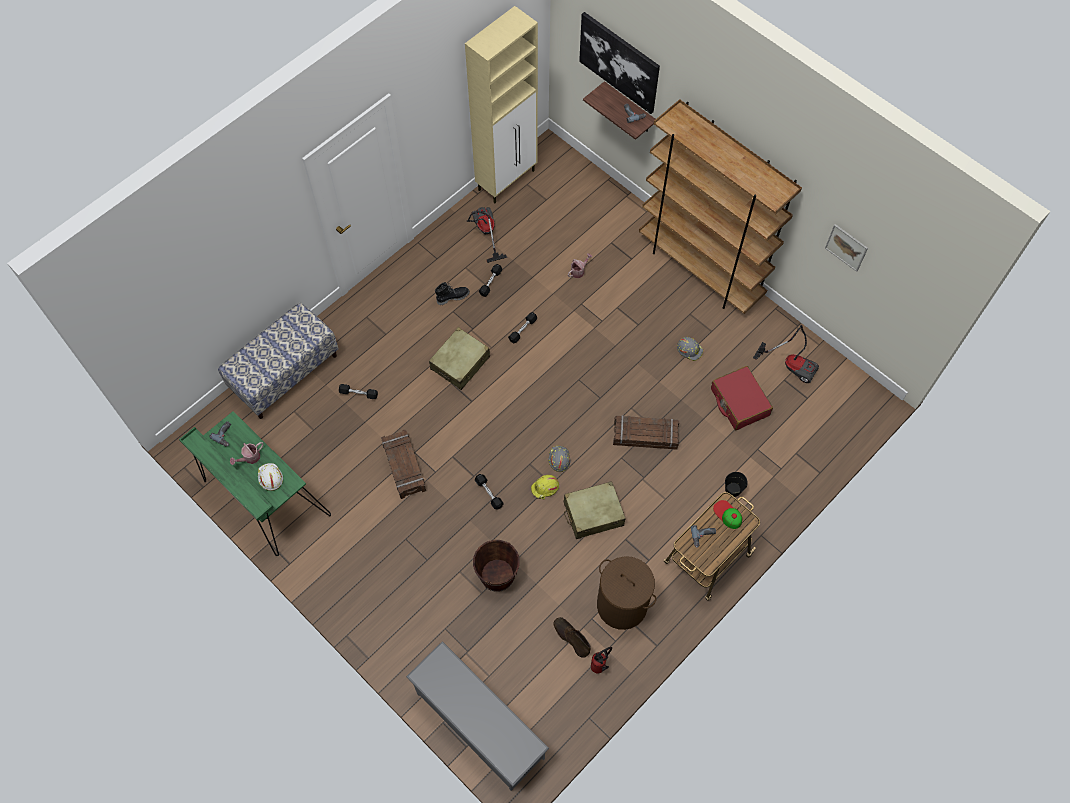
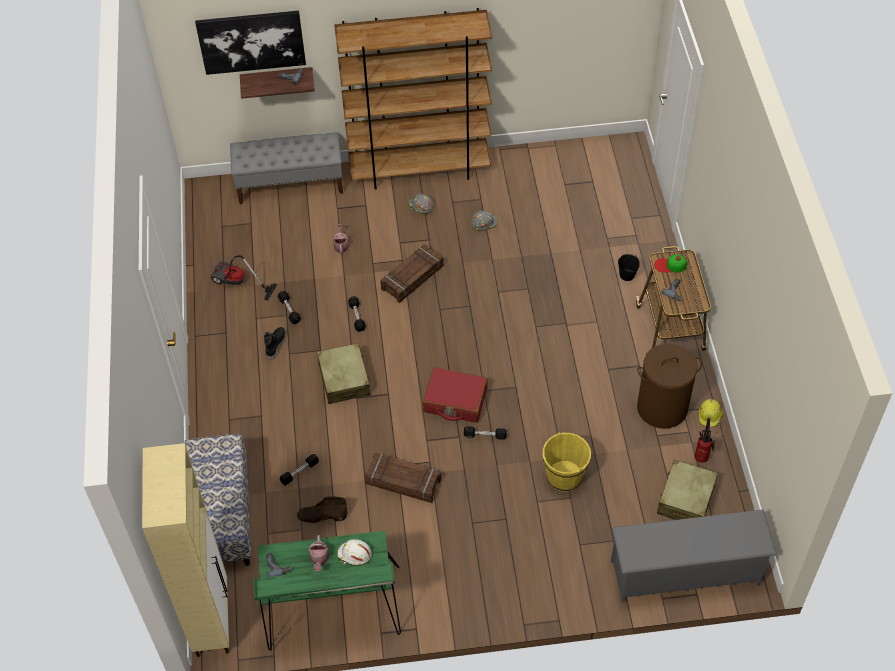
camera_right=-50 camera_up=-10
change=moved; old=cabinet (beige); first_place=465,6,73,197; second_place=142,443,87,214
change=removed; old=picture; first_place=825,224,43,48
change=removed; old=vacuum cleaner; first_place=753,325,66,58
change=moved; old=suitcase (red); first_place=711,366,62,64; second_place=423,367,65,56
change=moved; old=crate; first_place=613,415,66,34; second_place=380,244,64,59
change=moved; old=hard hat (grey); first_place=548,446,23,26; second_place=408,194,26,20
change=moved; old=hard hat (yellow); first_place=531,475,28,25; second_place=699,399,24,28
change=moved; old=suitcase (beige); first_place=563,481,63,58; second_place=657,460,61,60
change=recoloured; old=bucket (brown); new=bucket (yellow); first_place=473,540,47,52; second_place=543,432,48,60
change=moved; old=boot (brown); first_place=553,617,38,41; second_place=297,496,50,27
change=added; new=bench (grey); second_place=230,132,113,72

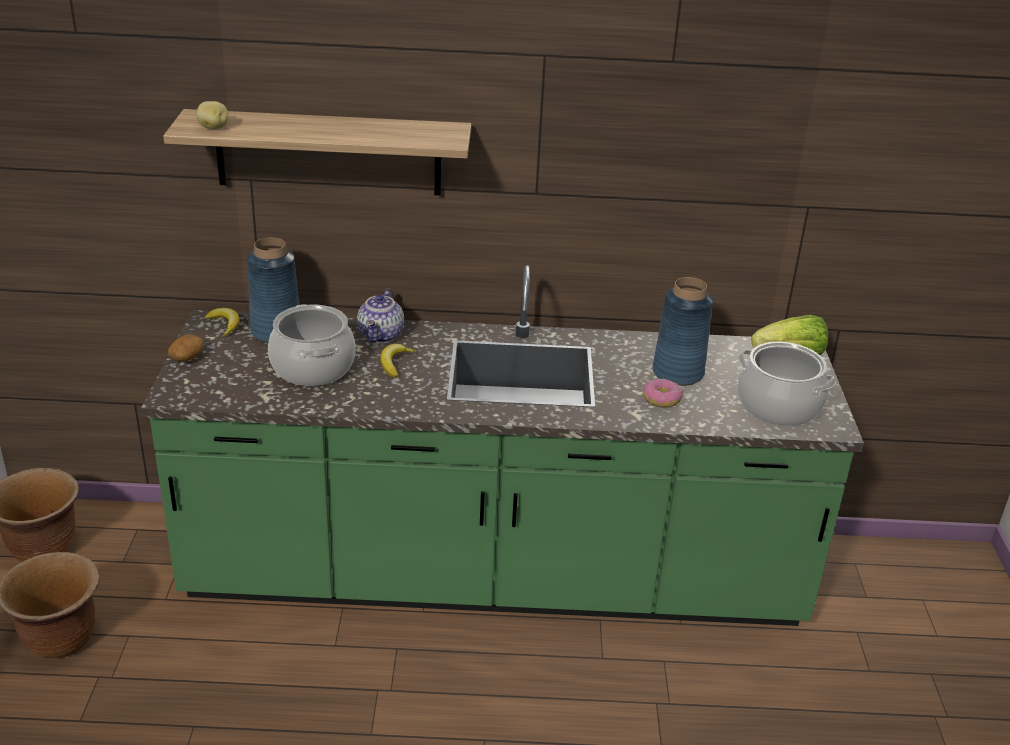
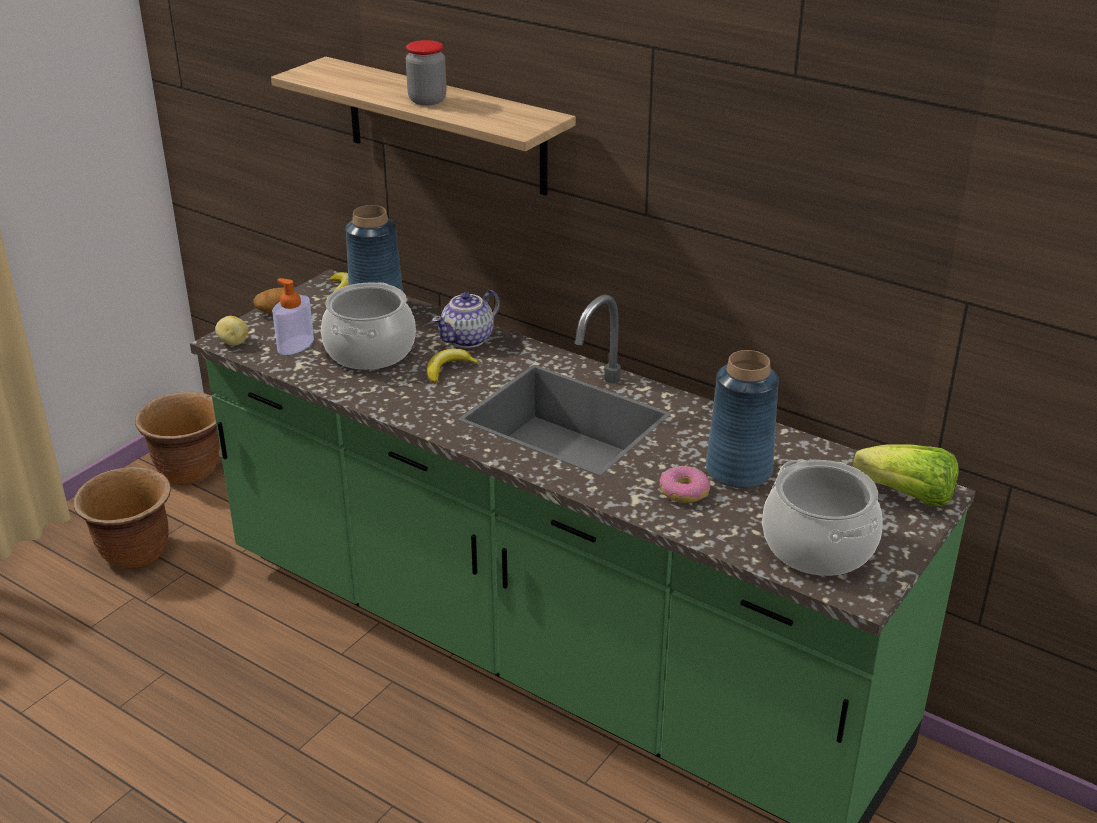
camera_right=35 camera_up=0
change=moved; old=potato; first_place=197,101,31,28; second_place=215,316,33,30
change=added; new=jar; second_place=406,40,41,66
change=added; new=soap dispenser; second_place=272,278,42,77

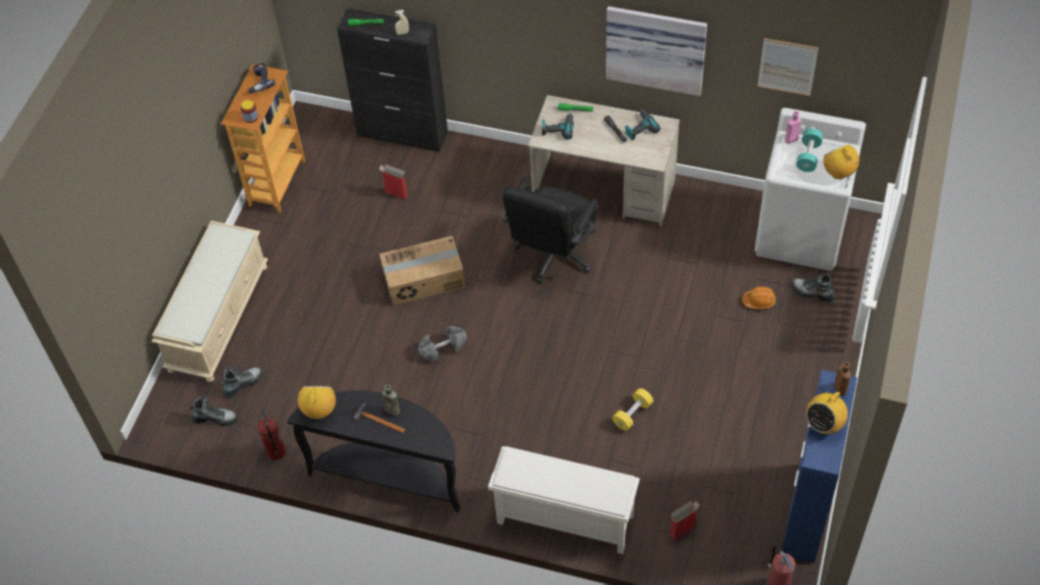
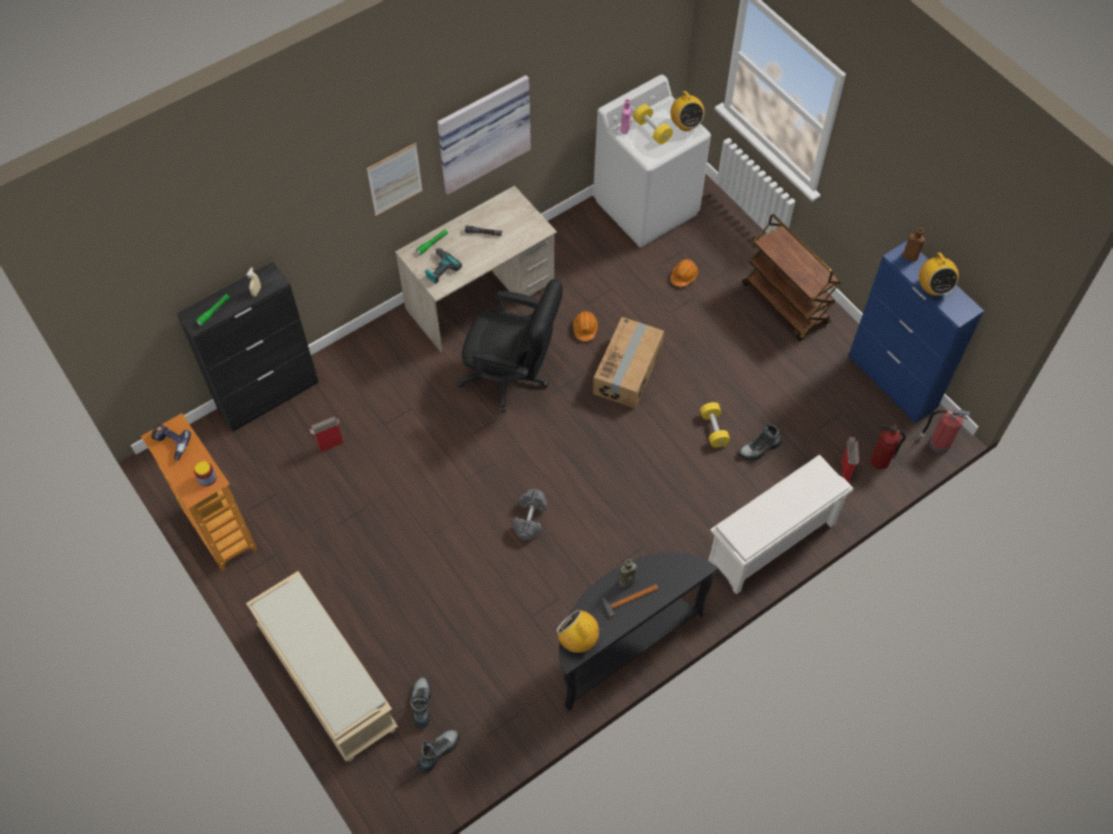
camera_right=-55 camera_up=5
change=moved; old=picture; first_place=757,38,62,58; second_place=366,143,57,73
change=removed; old=power drill; first_place=625,109,36,31
change=recoloured; old=dumbbell (turquoise); new=dumbbell (yellow); first_place=796,129,27,43; second_place=633,104,40,40
change=turned; old=radio; first_place=823,144,38,35; second_place=670,91,35,40; degrees=-120
change=turned; old=office chair (black); first_place=503,177,95,106; second_place=457,279,106,134; degrees=-45
change=moved; old=cardboard box; first_place=379,236,86,69; second_place=593,317,71,92
change=moved; old=boot; first_place=792,272,43,30; second_place=738,424,44,37
change=moved; old=fire extinguisher; first_place=258,408,28,52; second_place=871,423,35,46
change=added; new=cart (brown); second_place=742,214,99,127
change=added; new=hard hat (orange); second_place=573,311,25,30

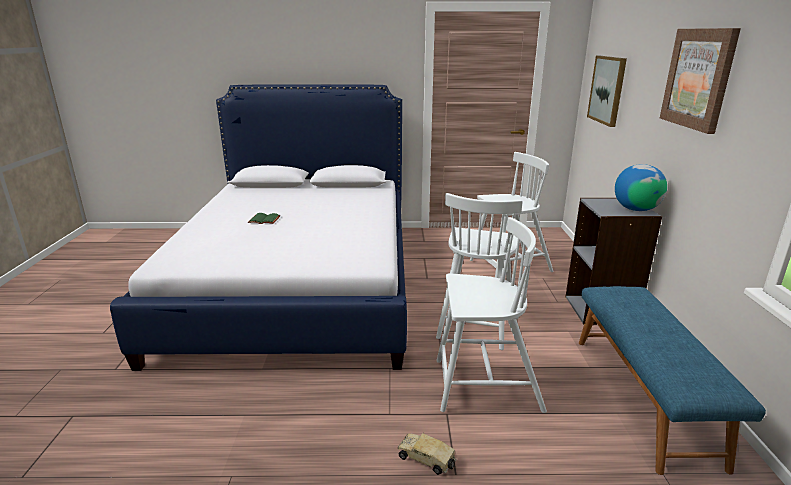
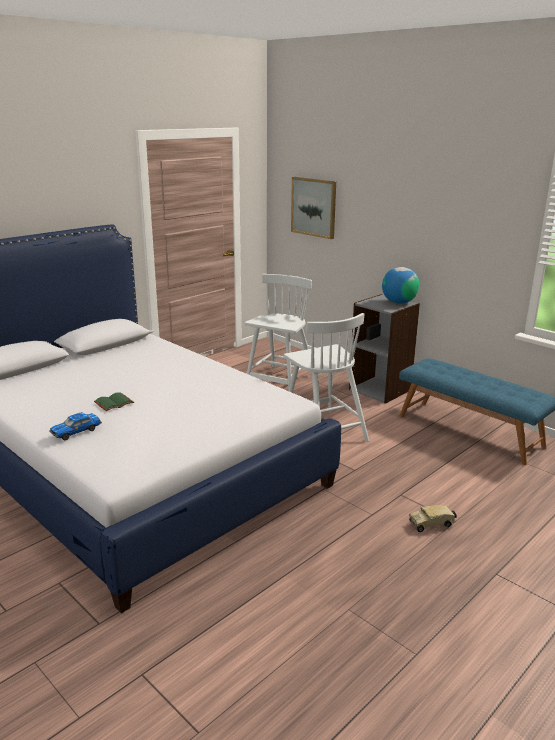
camera_right=-45 camera_up=0
change=removed; old=picture; first_place=660,28,81,106
change=removed; old=chair (white); first_place=436,217,111,196
change=added; new=toy car; second_place=49,412,53,28

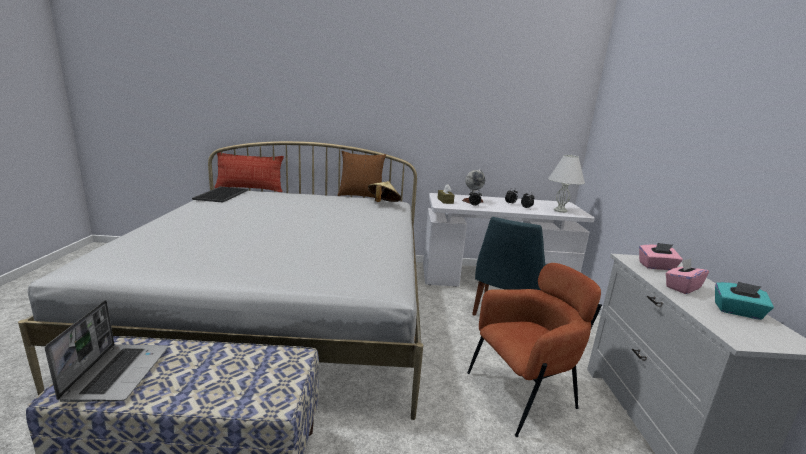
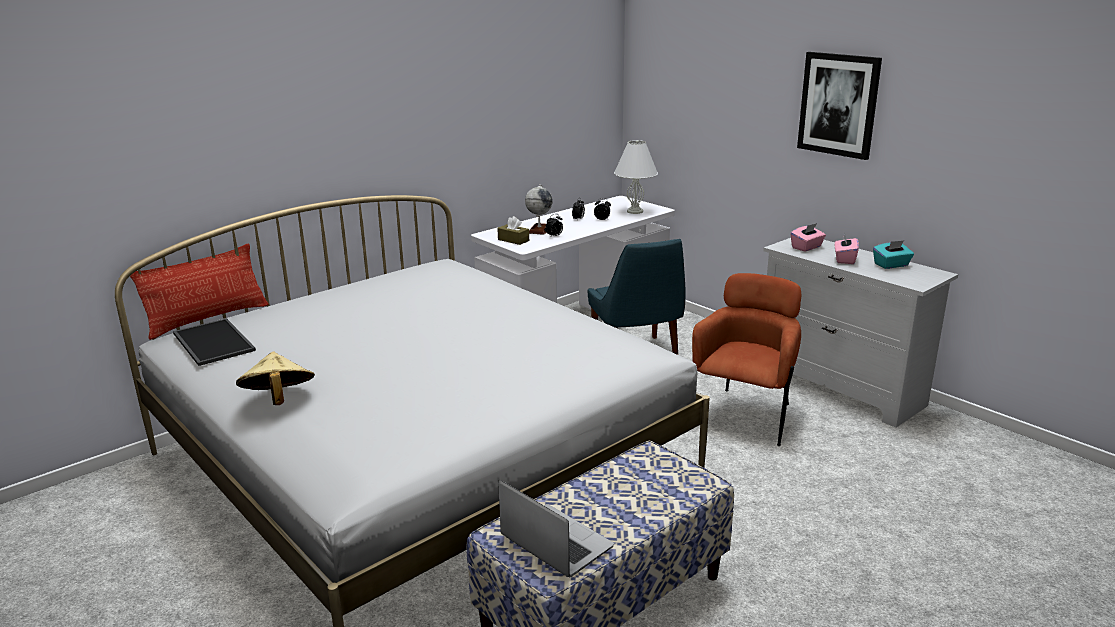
camera_right=-40 camera_up=5
change=removed; old=pillow (brown); first_place=337,151,49,49
change=moved; old=hat (beige); first_place=368,181,33,21; second_place=236,352,79,53
change=added; new=picture; second_place=797,52,85,108

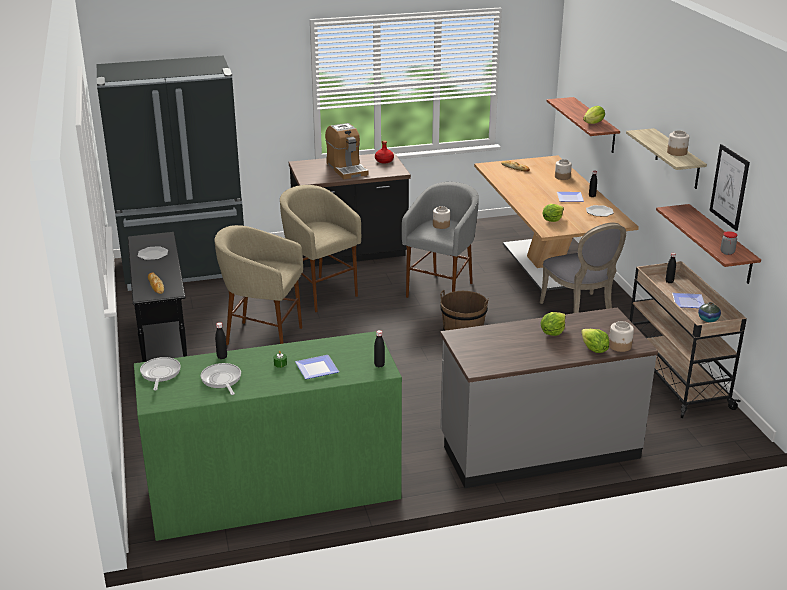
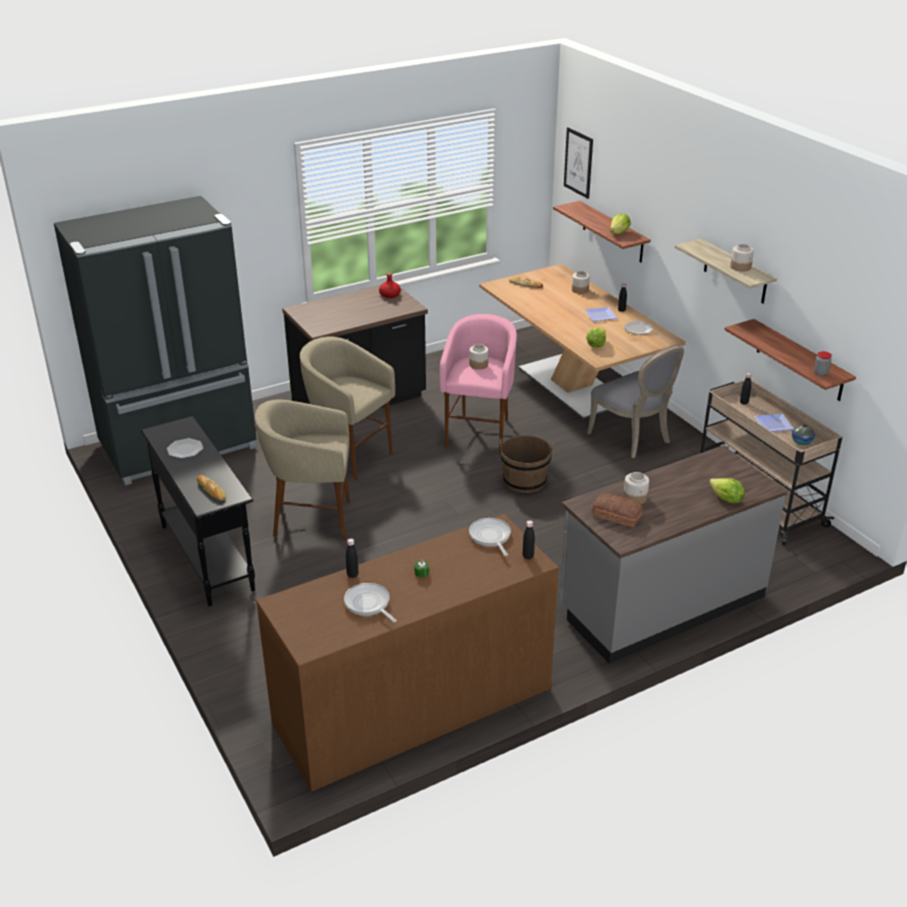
camera_right=-15 camera_up=5
change=removed; old=coffee machine; first_place=325,123,44,56
change=moved; old=picture; first_place=710,144,40,87; second_place=564,127,29,72
change=recoloured; old=stool (grey); new=stool (pink); first_place=402,182,77,116; second_place=440,314,77,140
change=removed; old=lettuce; first_place=540,312,26,24
change=moved; old=jar; first_place=609,321,25,31; second_place=623,472,26,32
change=recoloured; old=dresser (green); new=dresser (brown); first_place=134,331,268,210; second_place=256,514,303,277
change=removed; old=plate; first_place=295,355,44,24
change=moved; old=frying pan; first_place=140,357,41,33; second_place=469,518,42,38
change=added; new=bread; second_place=592,493,51,34

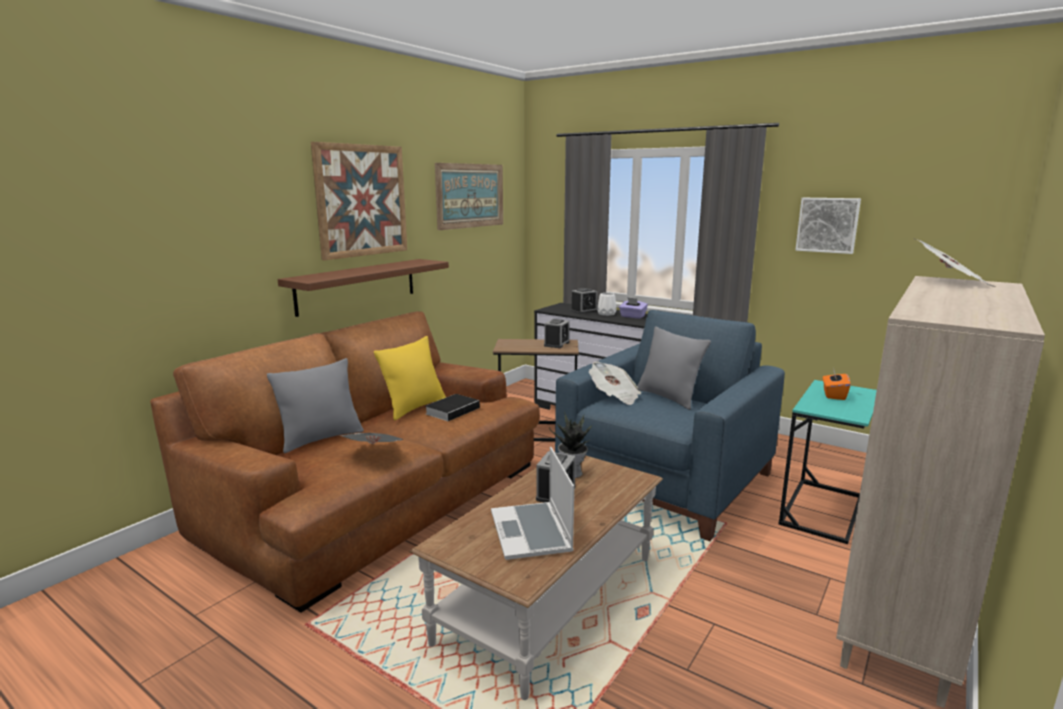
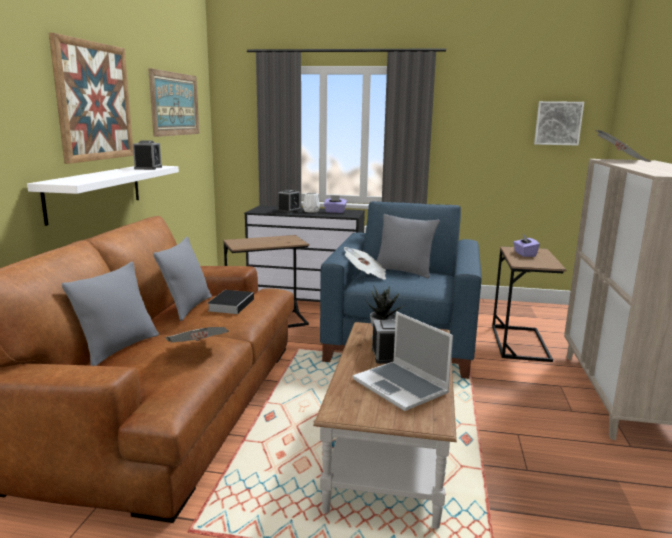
camera_right=-25 camera_up=0
change=moved; old=picture; first_place=795,198,66,56; second_place=534,101,50,44
change=recoloured; old=shelf (brown); new=shelf (white); first_place=278,259,171,58; second_place=27,166,152,60
change=moved; old=alarm clock; first_place=544,319,26,29; second_place=133,140,29,30
change=recoloured; old=pillow (yellow); new=pillow (grey); first_place=374,336,72,85; second_place=153,237,59,84
change=recoloured; old=tissue box (orange); new=tissue box (purple); first_place=823,367,27,33; second_place=513,233,27,24
change=recoloured; old=side table (turquoise); new=side table (brown); first_place=779,380,98,164; second_place=492,246,74,116

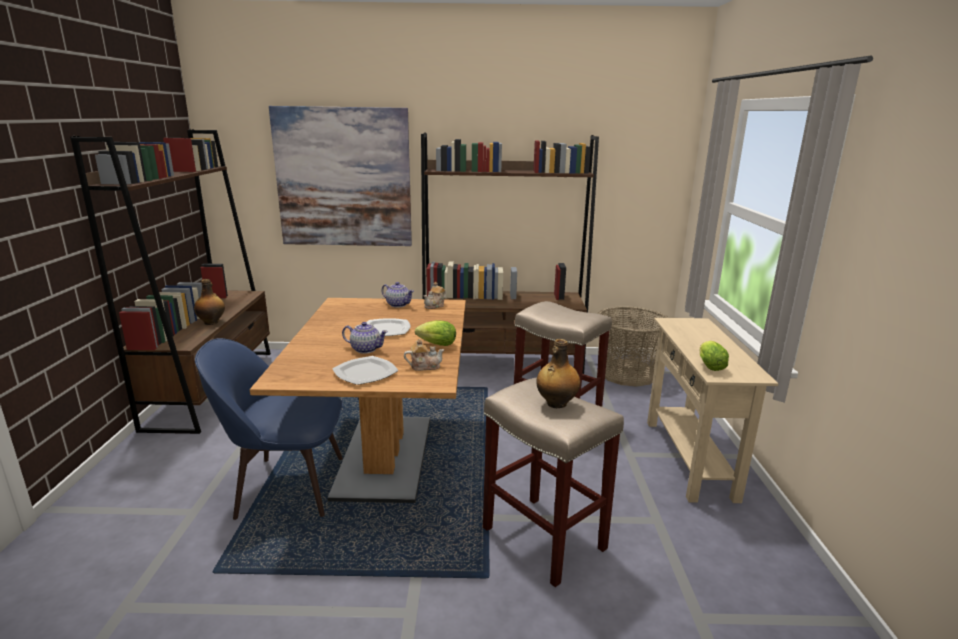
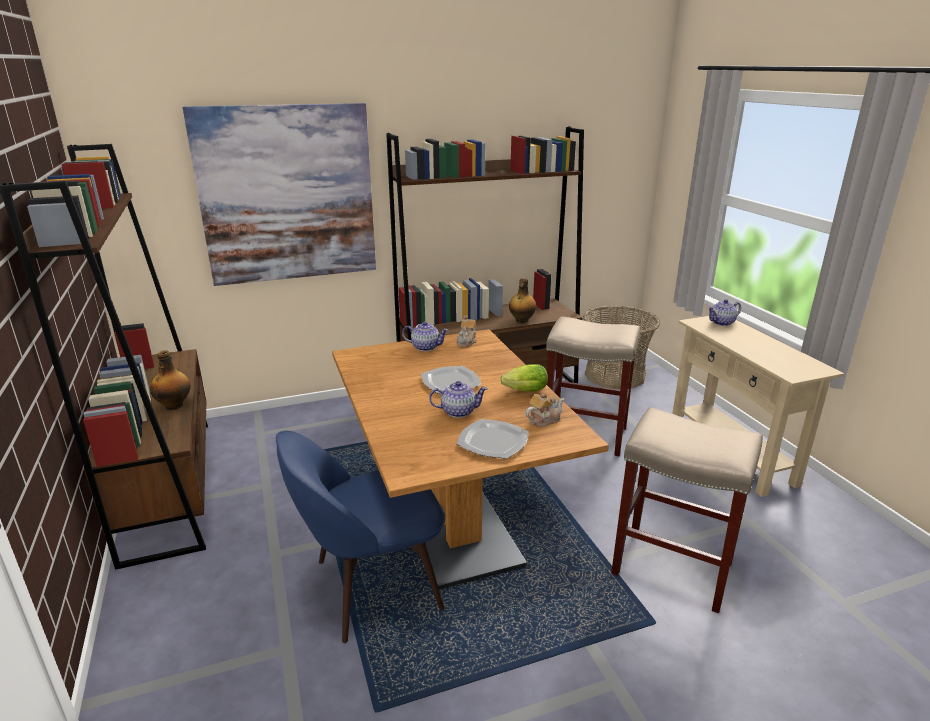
camera_right=-20 camera_up=5
change=moved; old=bottle; first_place=536,339,45,69; second_place=509,278,28,45
change=removed; old=lettuce; first_place=699,341,30,30
change=added; new=teapot; second_place=708,299,33,27

